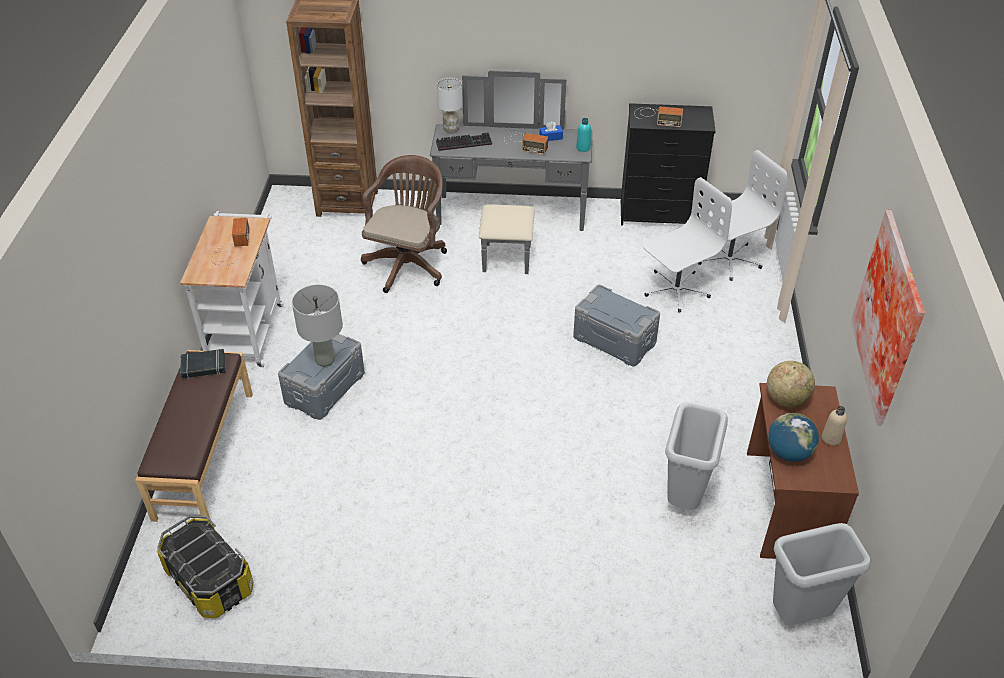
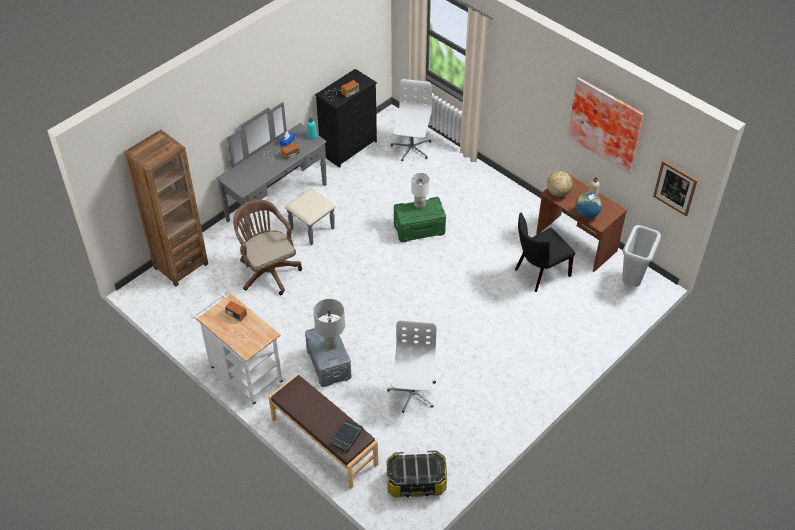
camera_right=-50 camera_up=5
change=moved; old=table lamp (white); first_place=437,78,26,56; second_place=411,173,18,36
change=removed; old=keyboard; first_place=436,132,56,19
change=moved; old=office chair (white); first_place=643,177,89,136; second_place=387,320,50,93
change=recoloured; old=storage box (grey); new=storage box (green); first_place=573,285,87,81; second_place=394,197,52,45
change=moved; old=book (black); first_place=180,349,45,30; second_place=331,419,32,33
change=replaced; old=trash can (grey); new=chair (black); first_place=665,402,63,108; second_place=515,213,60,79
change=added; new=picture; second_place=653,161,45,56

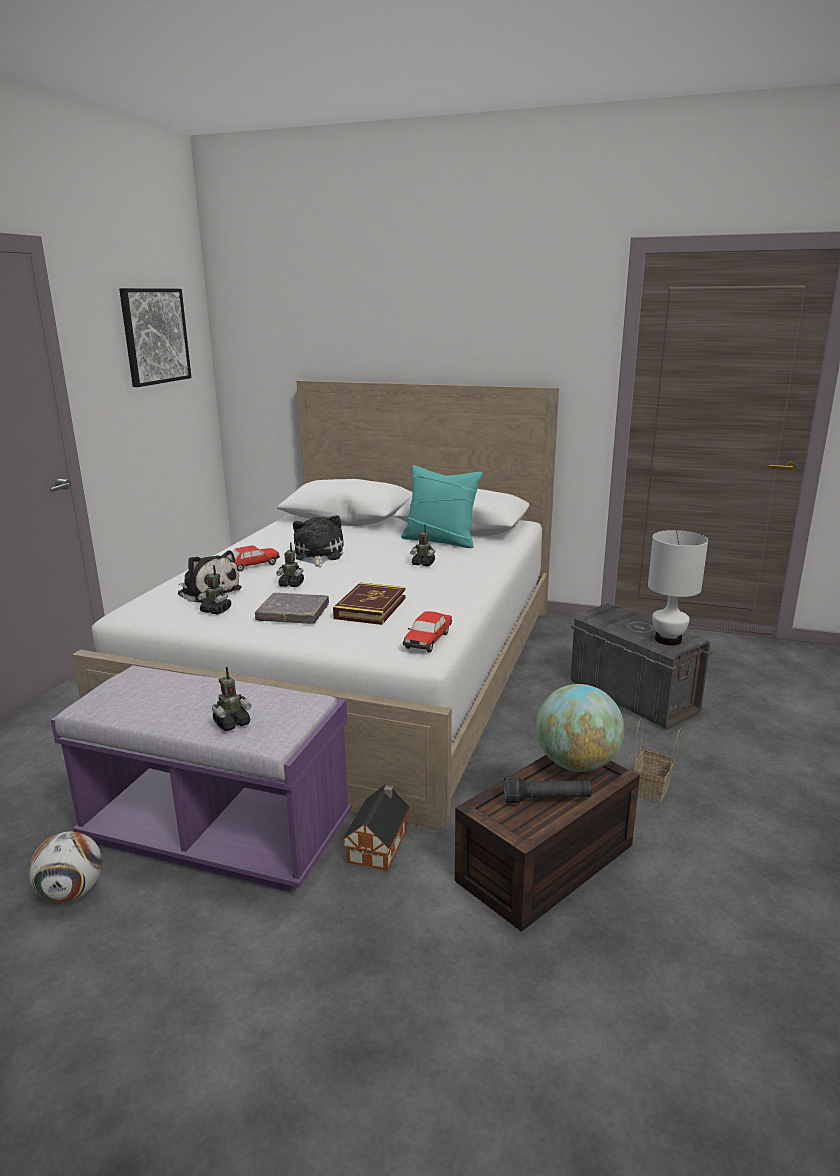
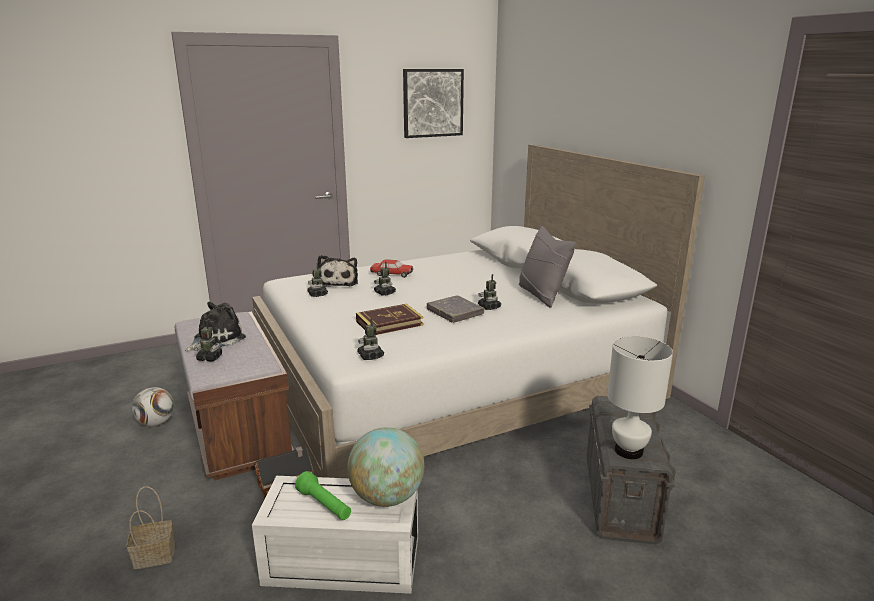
camera_right=45 camera_up=0
change=recoloured; old=pillow (turquoise); new=pillow (grey); first_place=401,465,82,83; second_place=519,226,57,82
change=moved; old=plush toy; first_place=293,515,51,52; second_place=185,302,61,49
change=moved; old=book (grey); first_place=255,593,74,31; second_place=427,295,57,28
change=replaced; old=toy car; new=toy robot; first_place=403,611,49,41; second_place=357,318,27,42
change=recoloured; old=bench (purple); new=bench (brown); first_place=51,665,301,227; second_place=175,311,119,170
change=moved; old=basket; first_place=633,719,48,83; second_place=127,486,48,83
change=recoloured; old=storage box (brown); new=storage box (white); first_place=455,755,185,177; second_place=252,476,166,118
change=recoloured; old=flashlight (black); new=flashlight (green); first_place=504,776,88,27; second_place=295,471,56,49

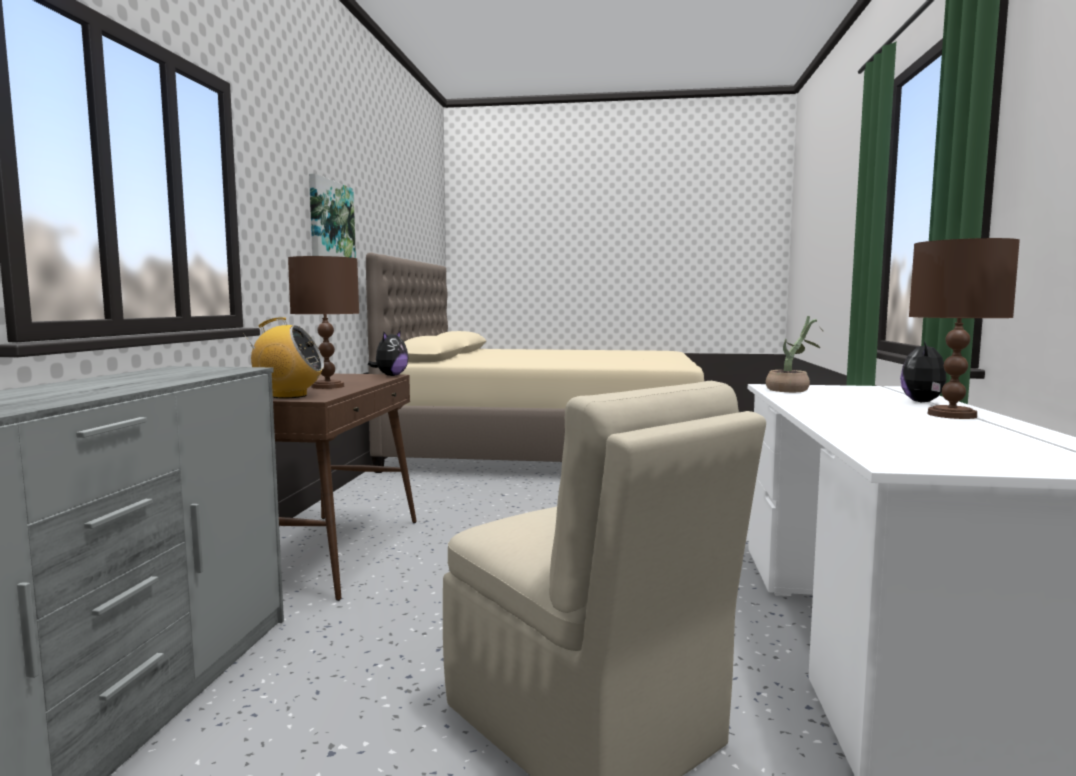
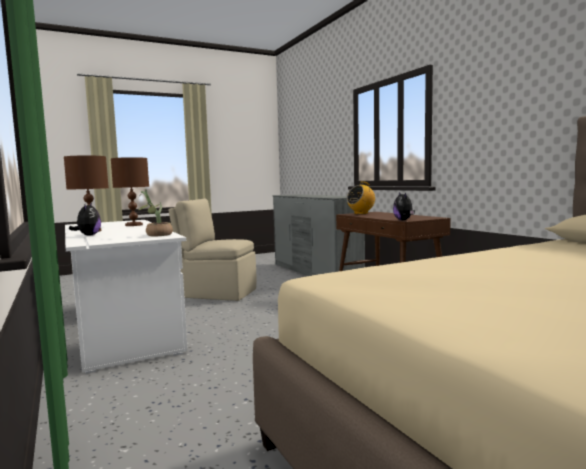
camera_right=145 camera_up=0
change=removed; old=picture; first_place=309,173,47,85
change=moved; old=table lamp (brown); first_place=288,256,71,133; second_place=111,157,38,69

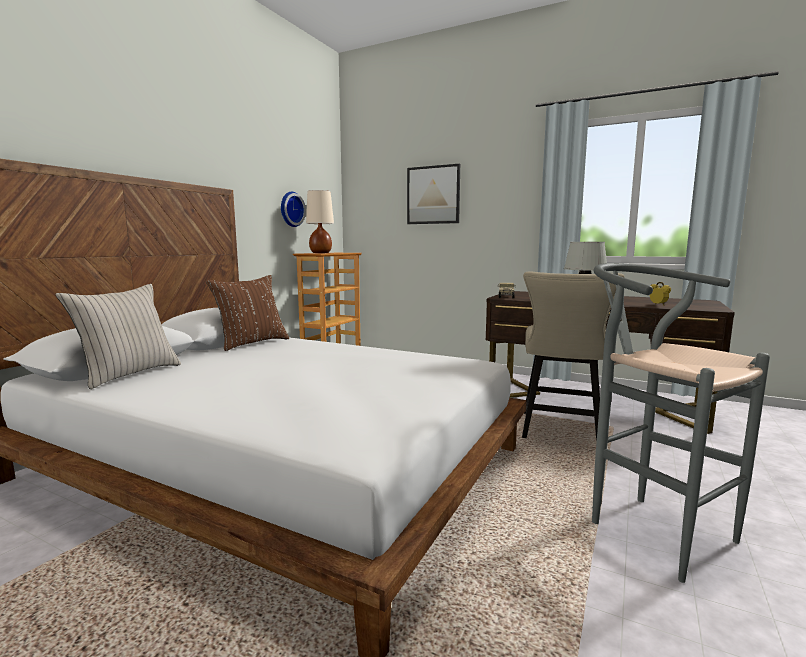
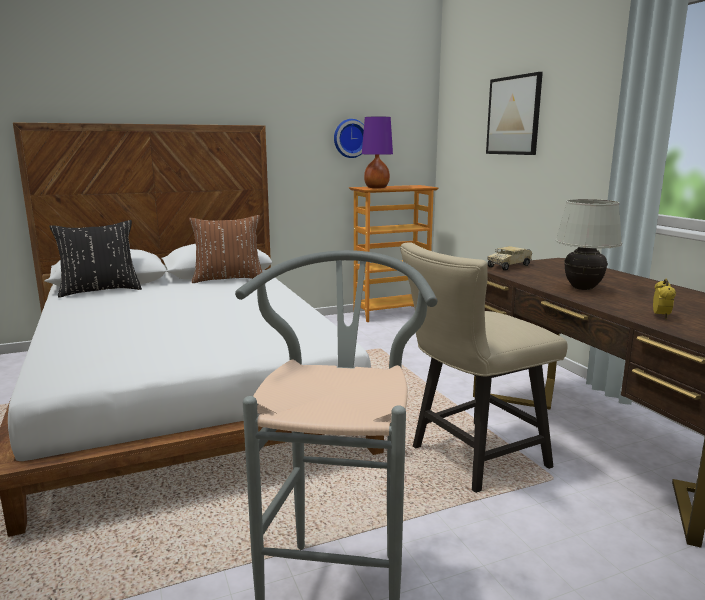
camera_right=40 camera_up=5
change=recoloured; old=table lamp (beige); new=table lamp (purple); first_place=306,190,28,63; second_place=362,117,31,71
change=recoloured; old=pillow (beige); new=pillow (black); first_place=56,284,125,105; second_place=49,220,93,78

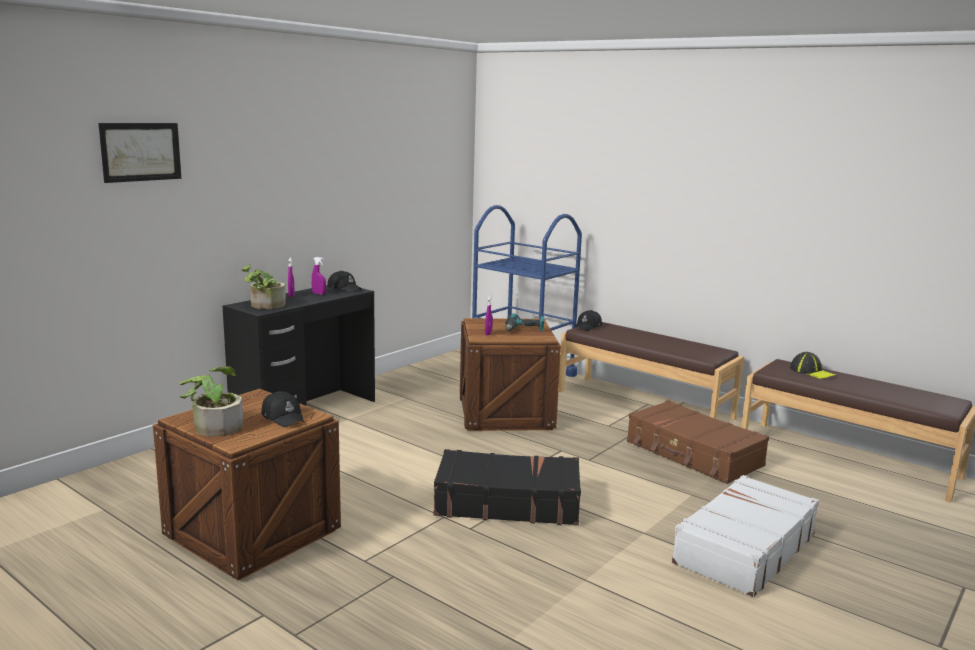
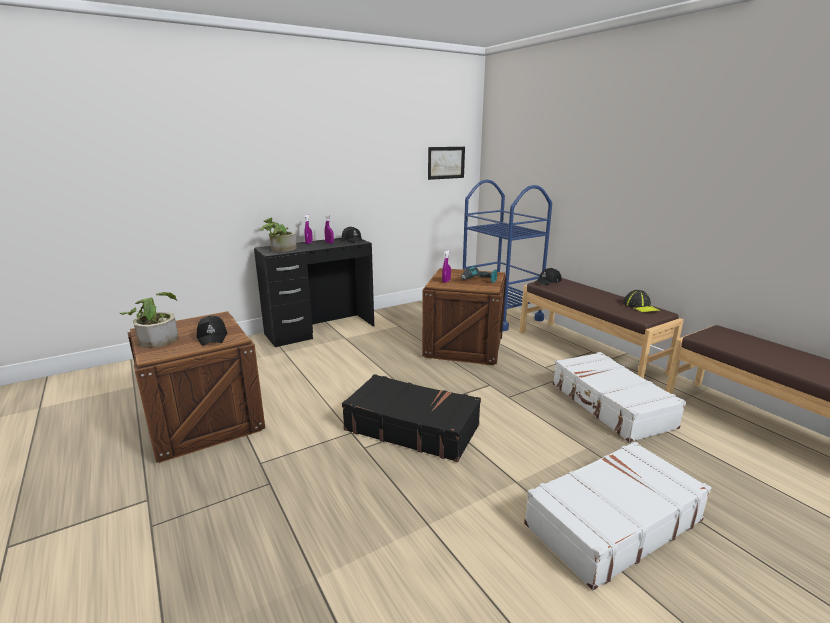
camera_right=20 camera_up=5
change=moved; old=picture; first_place=98,123,83,60; second_place=428,147,37,33
change=moved; old=cap; first_place=790,352,46,27; second_place=623,290,38,23
change=recoloured; old=suitcase (brown); new=suitcase (white); first_place=627,400,142,84; second_place=553,352,133,90

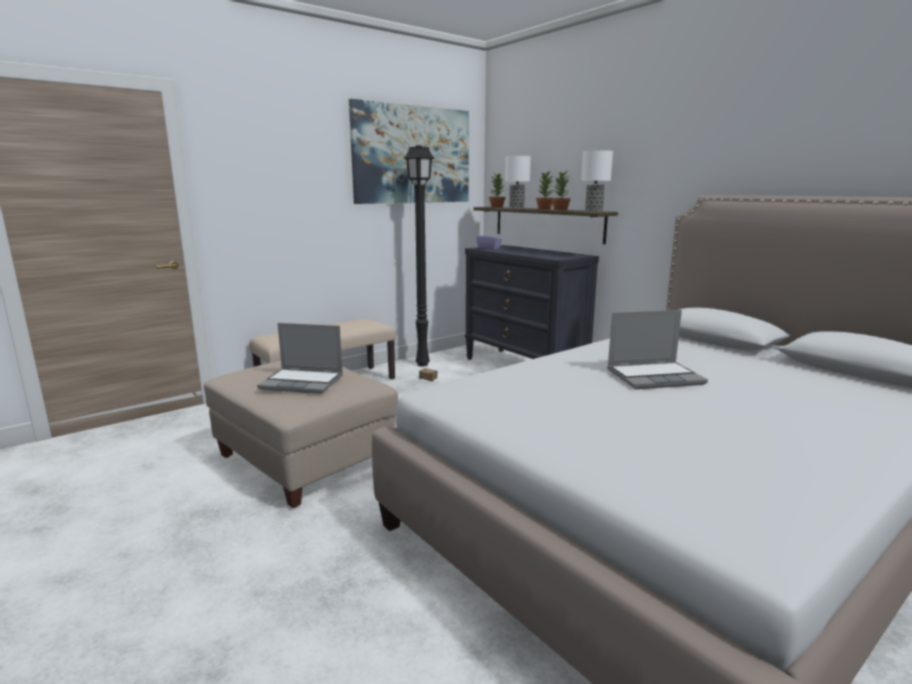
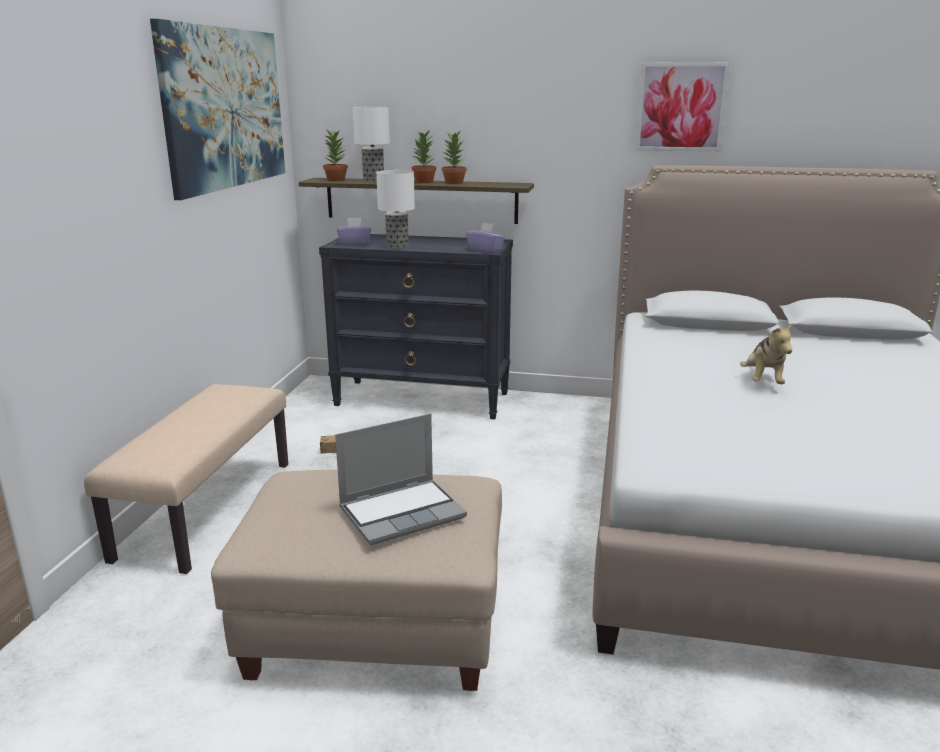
camera_right=-40 camera_up=5
change=removed; old=floor lamp (black); first_place=403,145,32,222
change=moved; old=table lamp; first_place=581,150,32,62; second_place=376,170,39,79
change=replaced; old=laptop; new=plush toy; first_place=607,310,101,79; second_place=740,324,53,60
change=added; new=picture; second_place=636,63,94,89
change=added; new=tissue box (purple); second_place=466,223,39,30

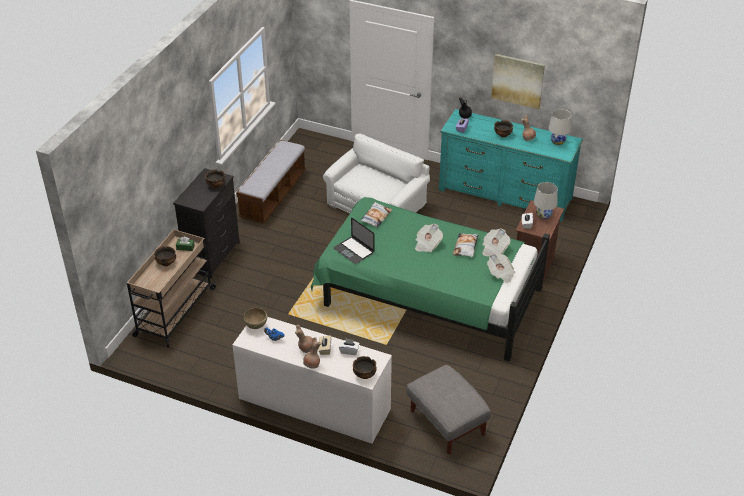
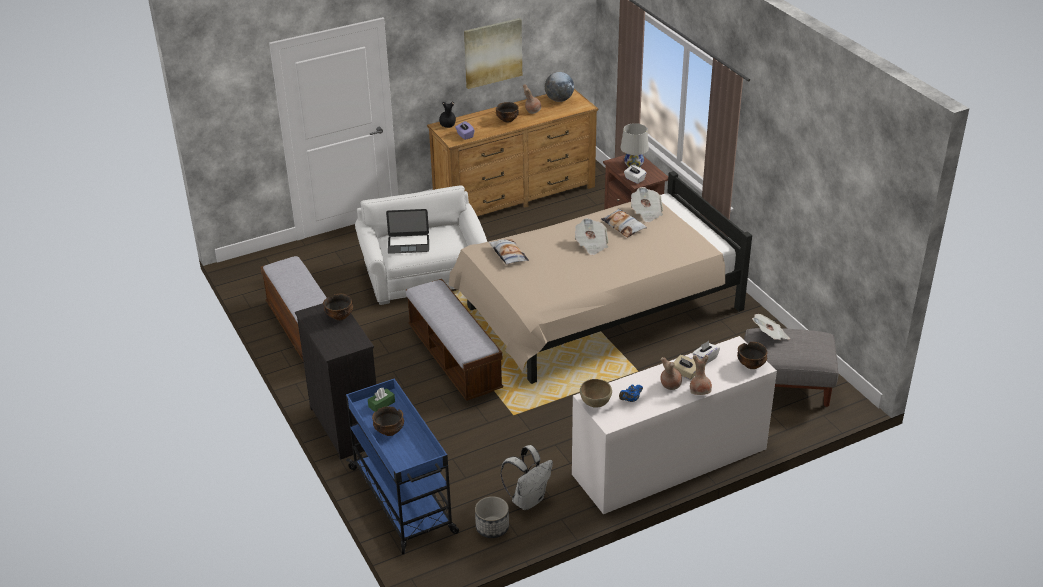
camera_right=-50 camera_up=-5
change=recoloured; old=dresser (turquoise); new=dresser (brown); first_place=439,109,144,113; second_place=427,89,171,127
change=replaced; old=table lamp (white); new=globe; first_place=548,109,23,36; second_place=545,72,29,30
change=recoloured; old=bed (green); new=bed (beige); first_place=311,197,239,164; second_place=449,171,303,213
change=moved; old=laptop; first_place=333,218,42,46; second_place=386,209,43,45
change=recoloured; old=cart (beige); new=cart (blue); first_place=127,229,89,118; second_place=346,378,113,176
change=moved; old=newspaper; first_place=487,253,28,30; second_place=752,314,38,26
change=added; new=bench; second_place=406,279,97,122
change=added; new=backpack (white); second_place=500,445,53,65
change=added; new=planter; second_place=475,496,34,42

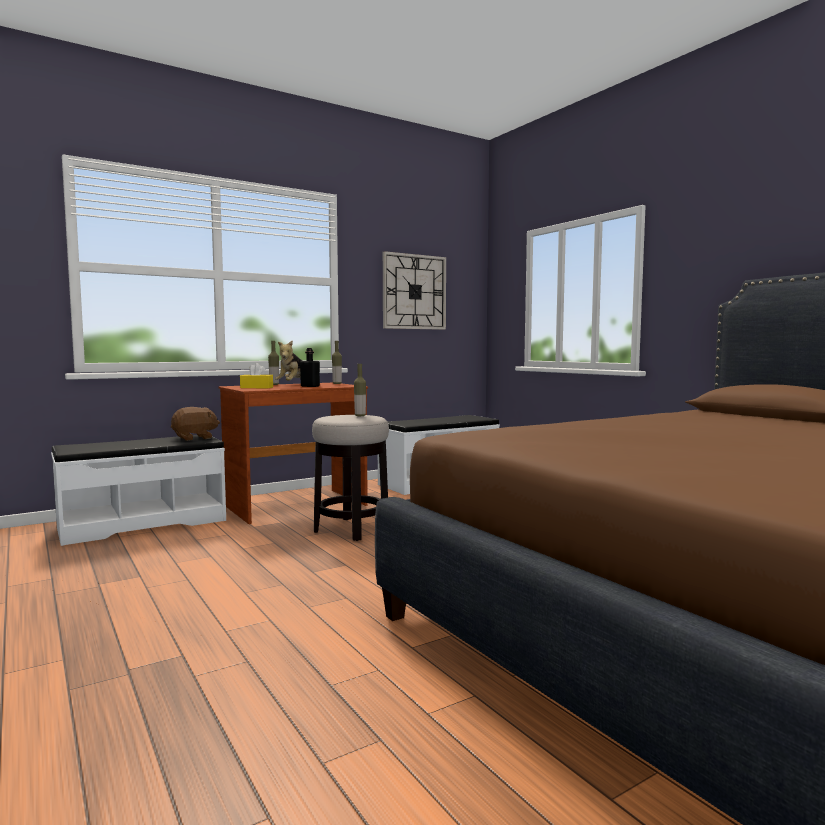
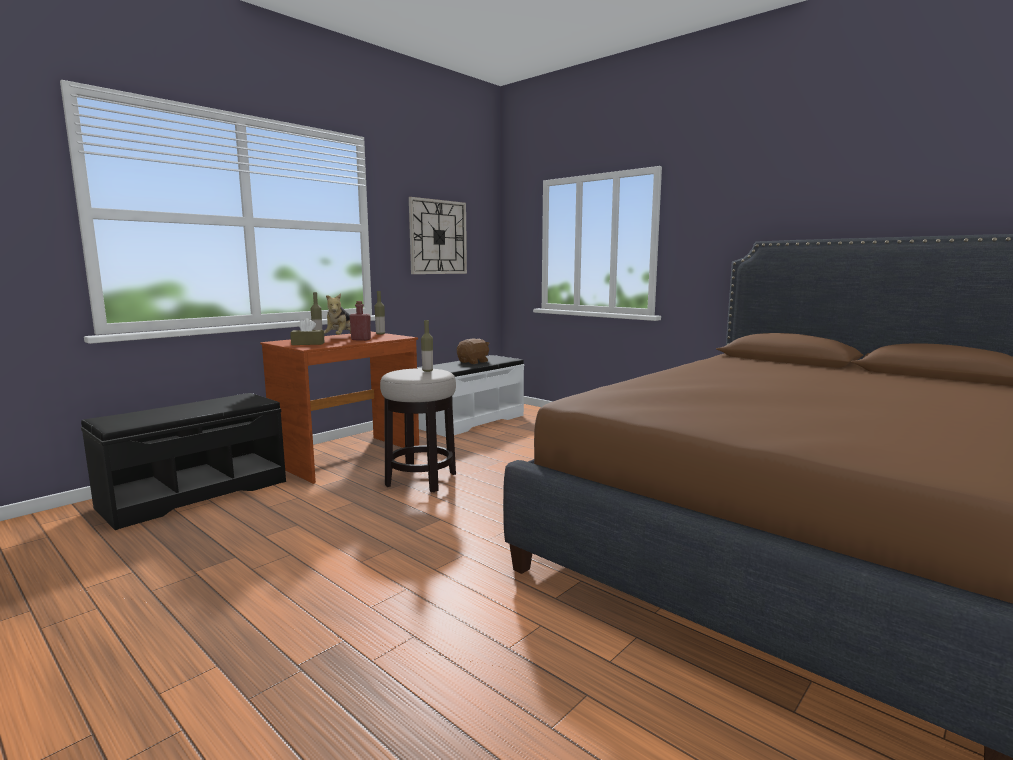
camera_right=-15 camera_up=5
change=recoloured; old=bottle (black); new=bottle (red); first_place=300,348,20,39; second_place=349,301,22,40
change=recoloured; old=tissue box (yellow); new=tissue box (brown); first_place=240,363,33,25; second_place=290,318,35,27
change=moved; old=plush toy (brown); first_place=171,407,49,34; second_place=457,339,33,25
change=recoloured; old=bench (white); new=bench (black); first_place=51,435,175,111; second_place=81,393,205,137

